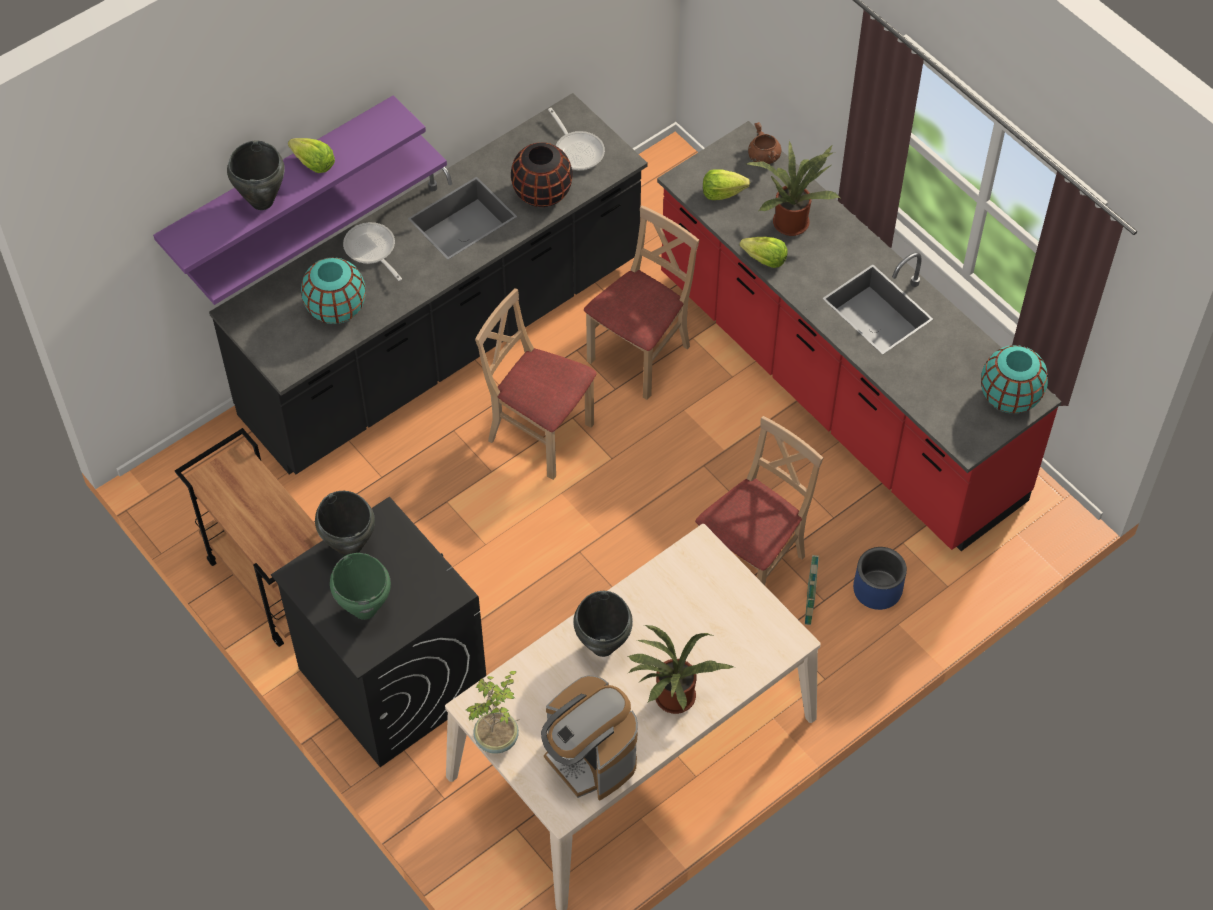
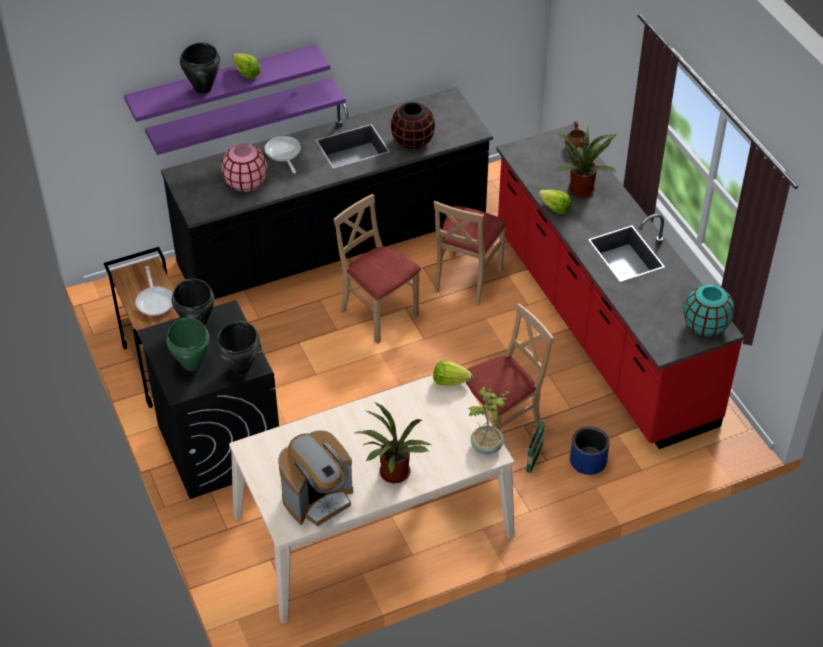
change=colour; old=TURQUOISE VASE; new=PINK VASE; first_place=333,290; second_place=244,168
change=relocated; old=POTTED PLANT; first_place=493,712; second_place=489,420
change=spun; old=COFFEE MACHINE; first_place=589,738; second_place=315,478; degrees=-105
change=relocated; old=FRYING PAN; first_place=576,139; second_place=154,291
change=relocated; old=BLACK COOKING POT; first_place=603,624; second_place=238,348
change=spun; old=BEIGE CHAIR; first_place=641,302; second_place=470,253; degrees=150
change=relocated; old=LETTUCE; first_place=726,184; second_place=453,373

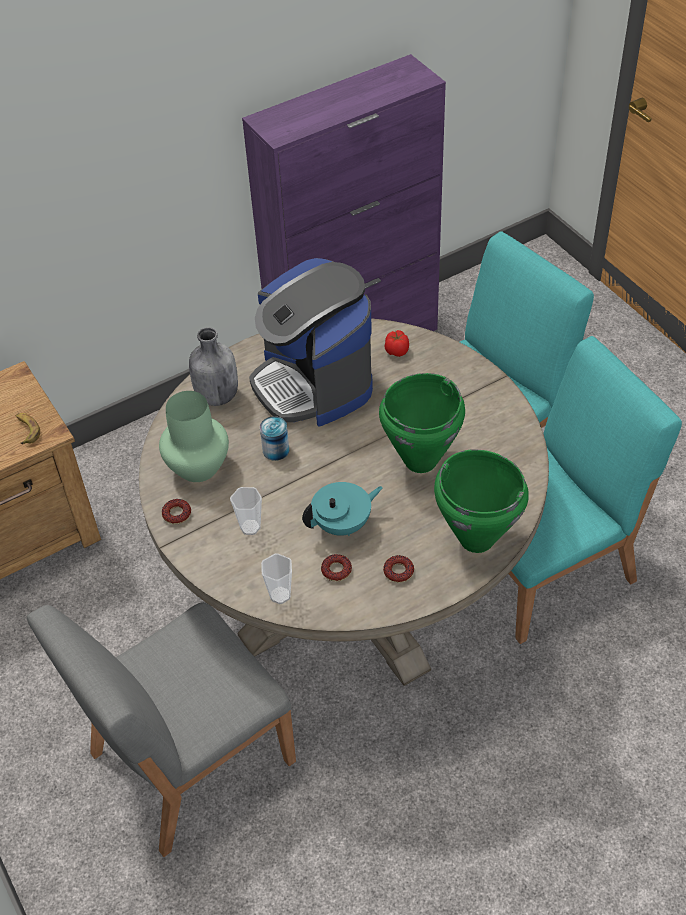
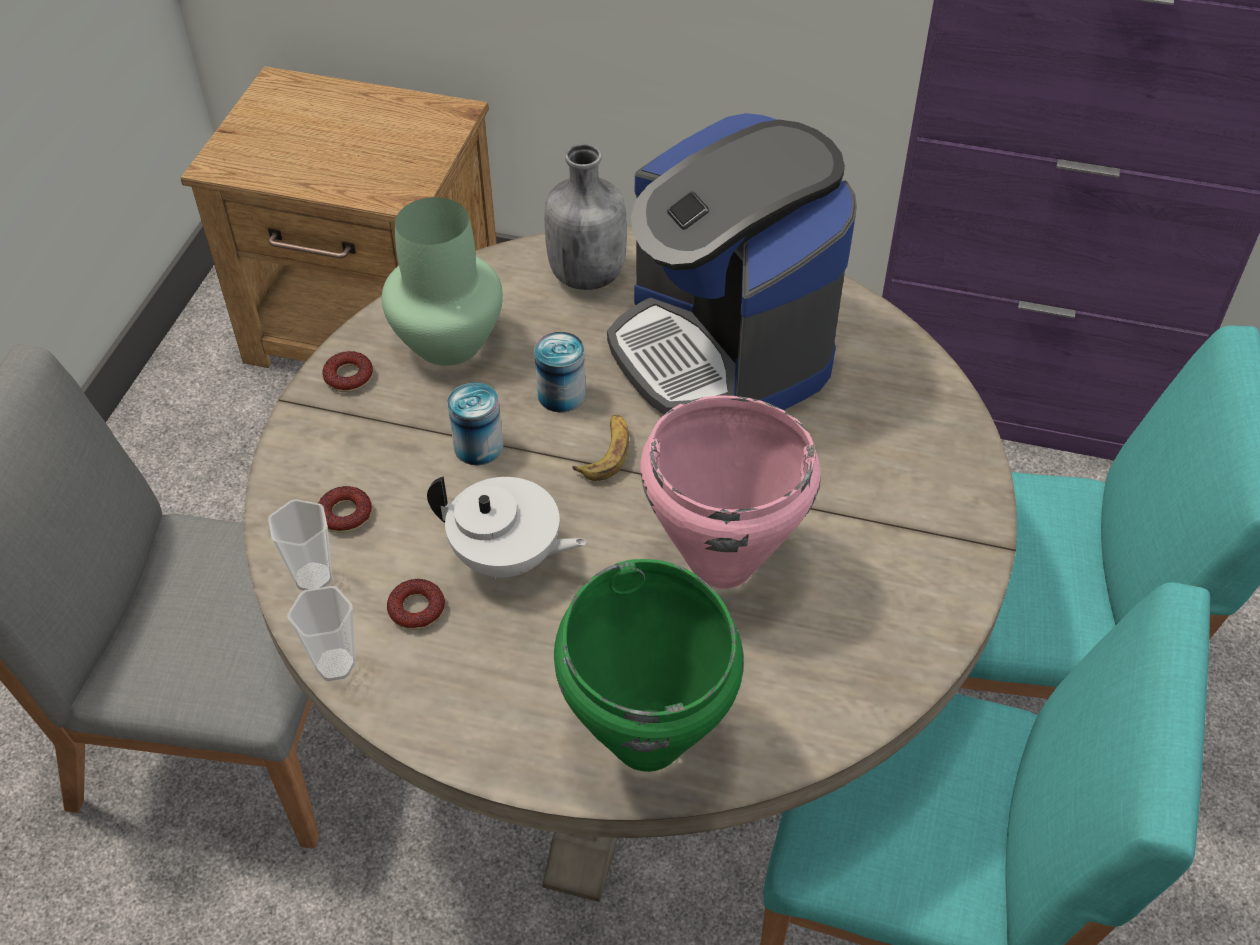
change=relocated; old=BANANA; first_place=28,428; second_place=600,448
change=relocated; old=CUP; first_place=246,511; second_place=321,633
change=spun; old=COFFEE MACHINE; first_place=311,342; second_place=732,264; degrees=-45
change=colour; old=TURQUOISE TEAPOT; new=WHITE TEAPOT; first_place=342,509; second_place=507,528
change=colour; old=GREEN COOKING POT; new=PINK COOKING POT; first_place=422,423; second_place=730,492
change=relocated; old=DONUT; first_place=398,569; second_place=345,509
change=missing; old=TOMATO; first_place=397,343
change=appeared; new=CAN; second_place=475,424

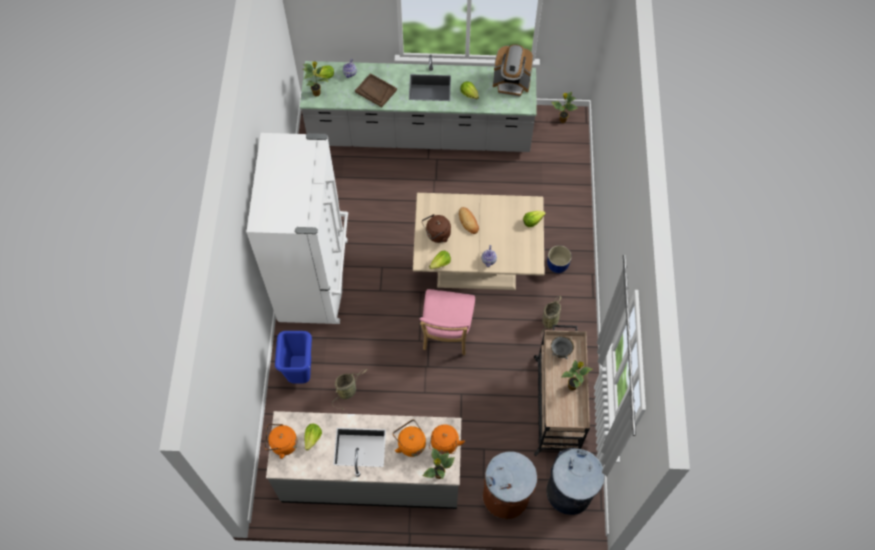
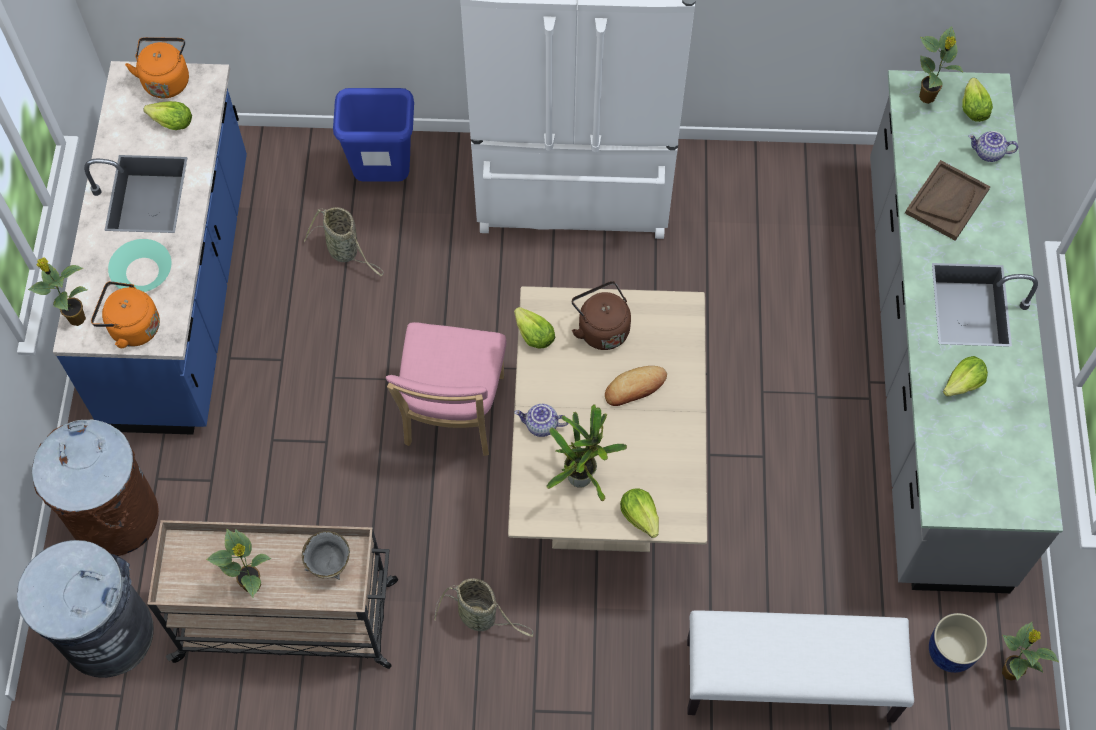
change=colour; old=GREY COUNTER; new=BLUE COUNTER; first_place=363,460; second_place=150,248
change=exchanged; old=ORANGE KETTLE; new=TURQUOISE BOWL; first_place=409,438; second_place=139,265
change=spun; old=PINK CHAIR; first_place=447,322; second_place=446,389; degrees=-90
change=missing; old=COFFEE MACHINE; first_place=513,70
change=relocated; old=BLUE PLANTER; first_place=559,259; second_place=958,643
change=appeared; new=POTTED PLANT; second_place=586,452
change=appeared; new=WHITE BENCH; second_place=800,666

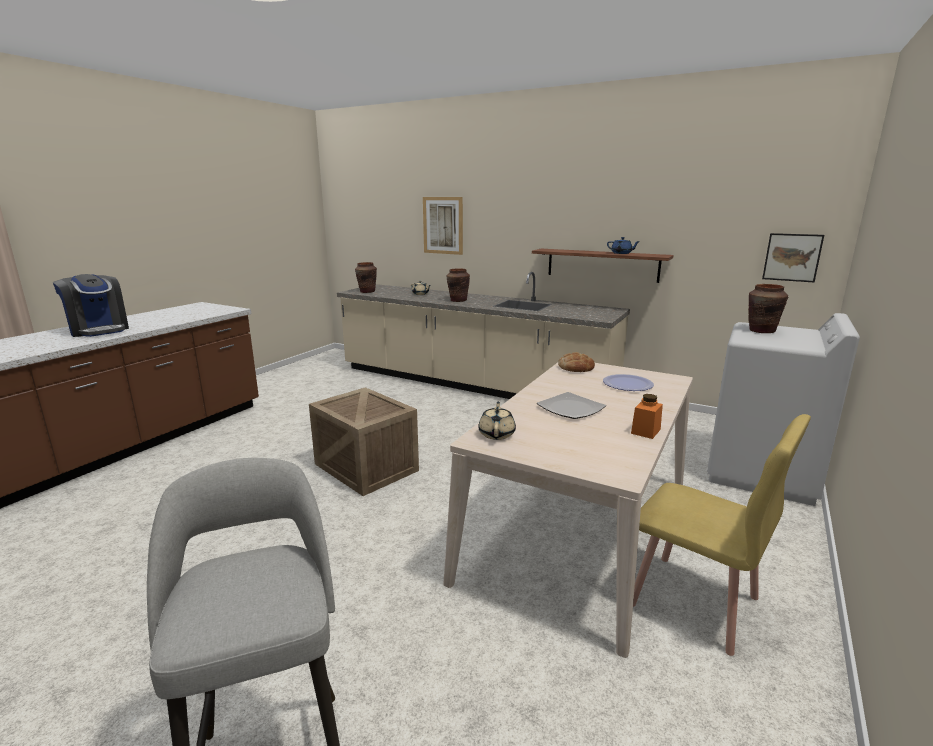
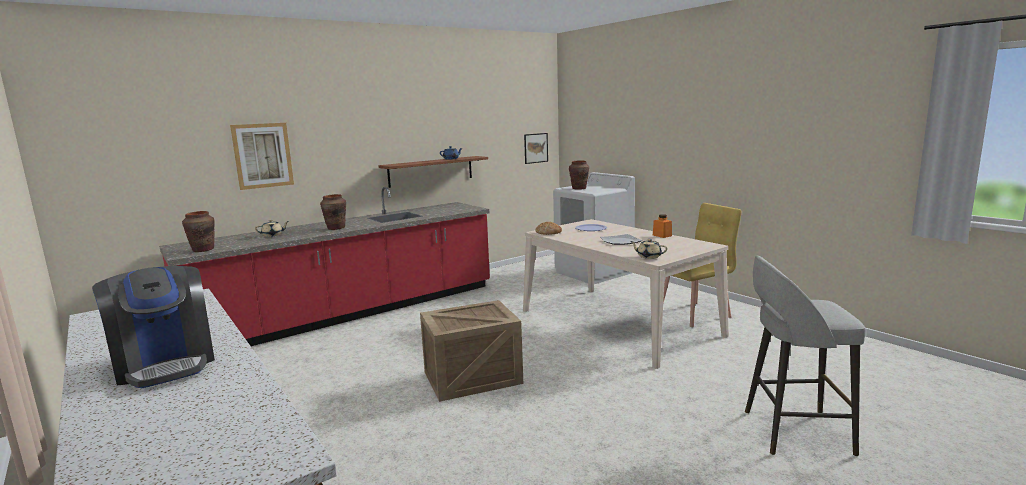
change=spun; old=COFFEE MACHINE; first_place=91,305; second_place=153,327; degrees=75
change=colour; old=BEIGE COUNTER; new=RED COUNTER; first_place=483,335; second_place=324,266

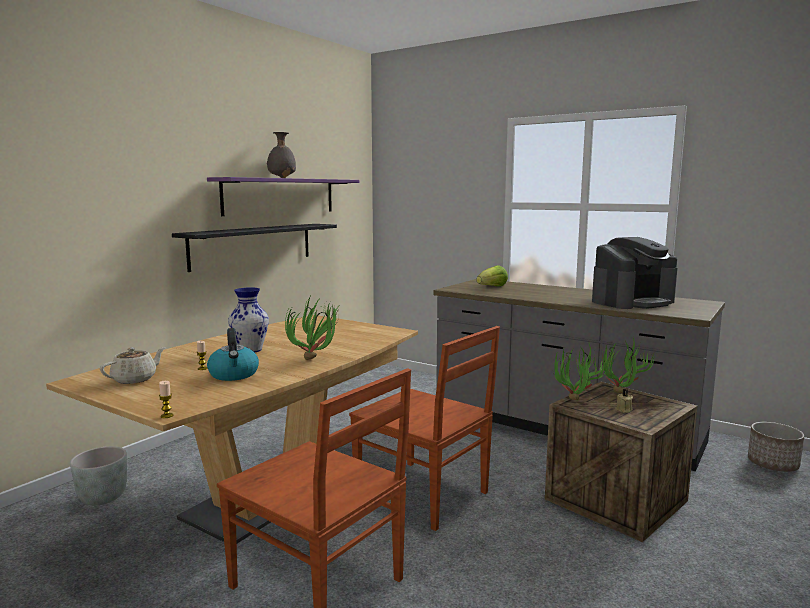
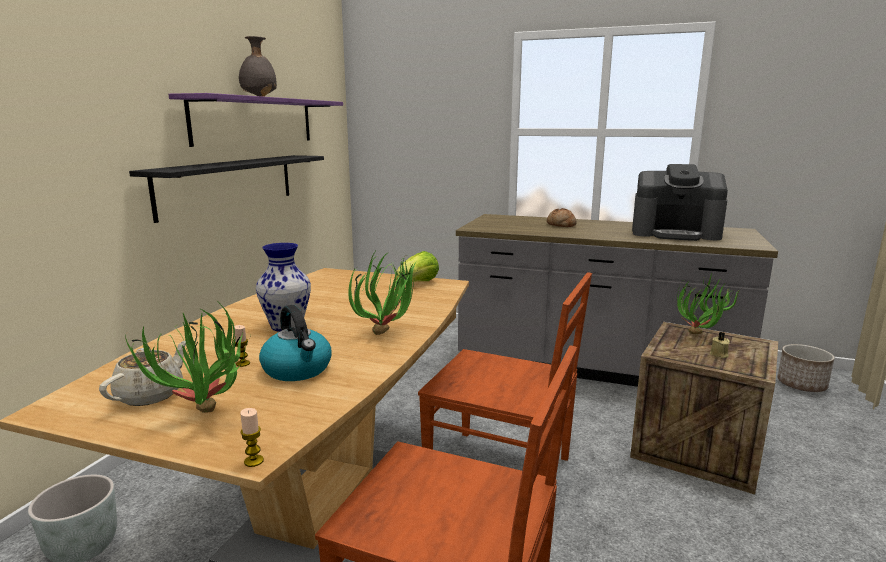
change=relocated; old=LETTUCE; first_place=492,276; second_place=417,266
change=relocated; old=POTTED PLANT; first_place=579,372; second_place=187,358
change=spun; old=COFFEE MACHINE; first_place=635,273; second_place=680,202; degrees=60
change=appeared; new=BREAD; second_place=562,217

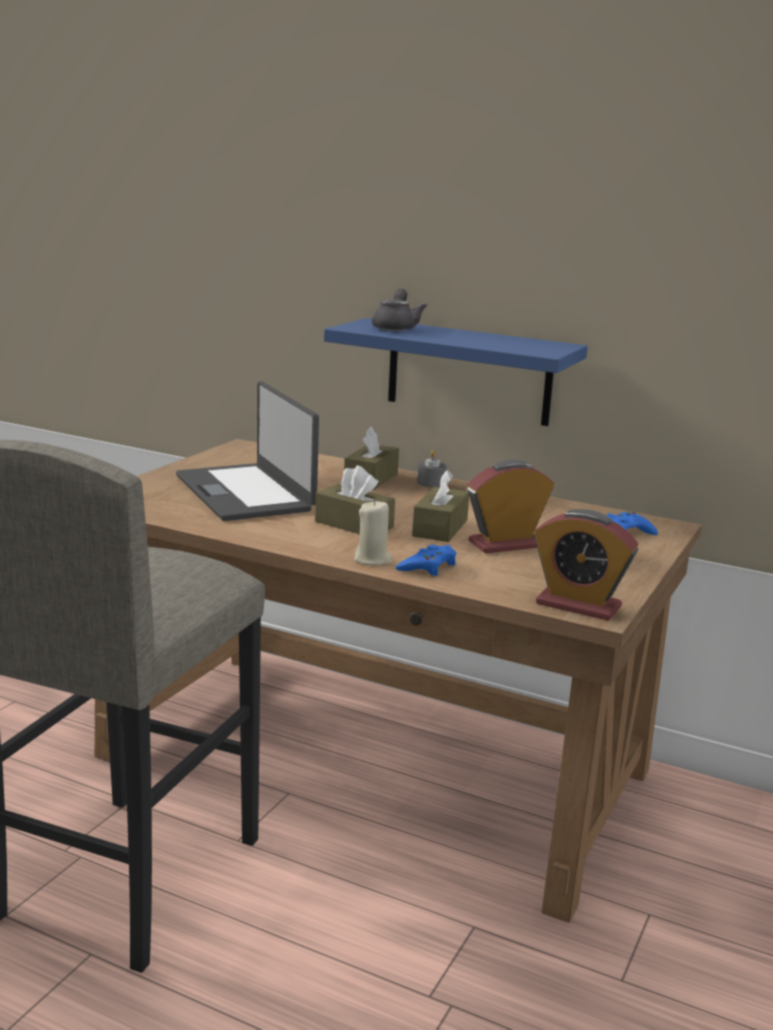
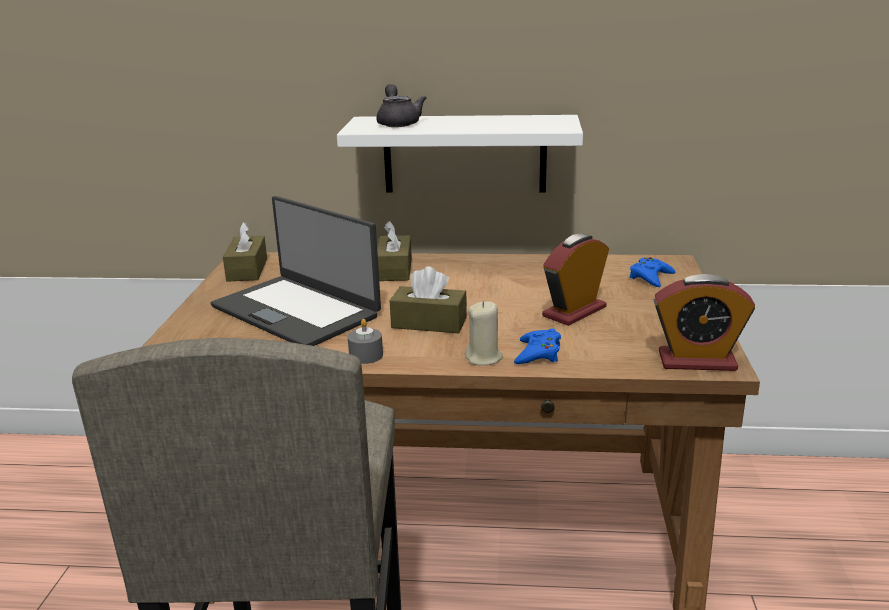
change=colour; old=BLUE SHELF; new=WHITE SHELF; first_place=456,372; second_place=460,154
change=relocated; old=BROWN TISSUE BOX; first_place=440,506; second_place=245,252
change=relocated; old=GREY CANDLE; first_place=432,468; second_place=365,341

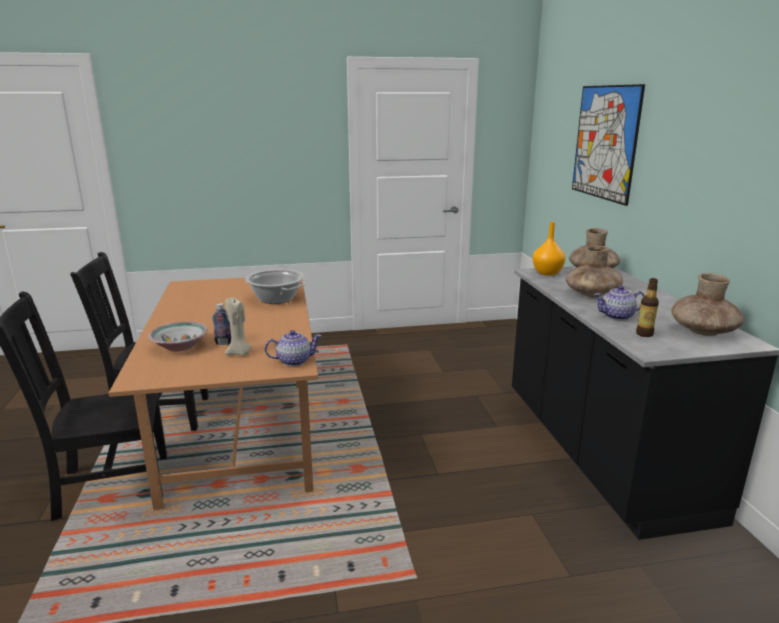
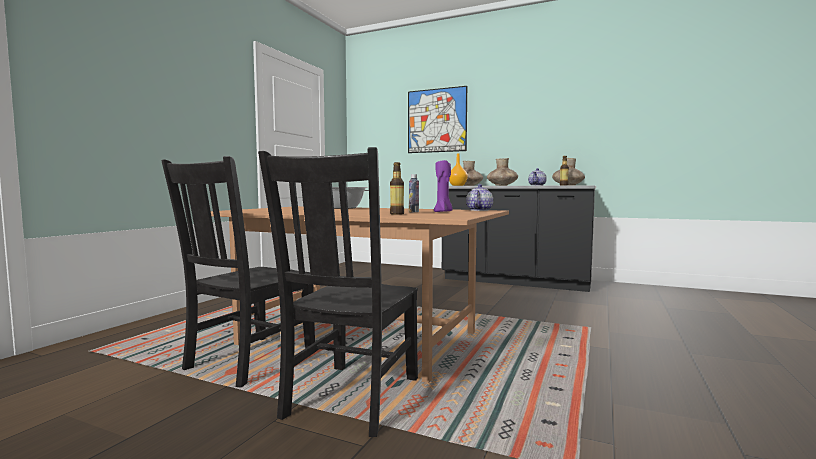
change=exchanged; old=BOWL; new=BOTTLE; first_place=178,336; second_place=397,188
change=colour; old=BEIGE CANDLE; new=PURPLE CANDLE; first_place=238,326; second_place=443,186

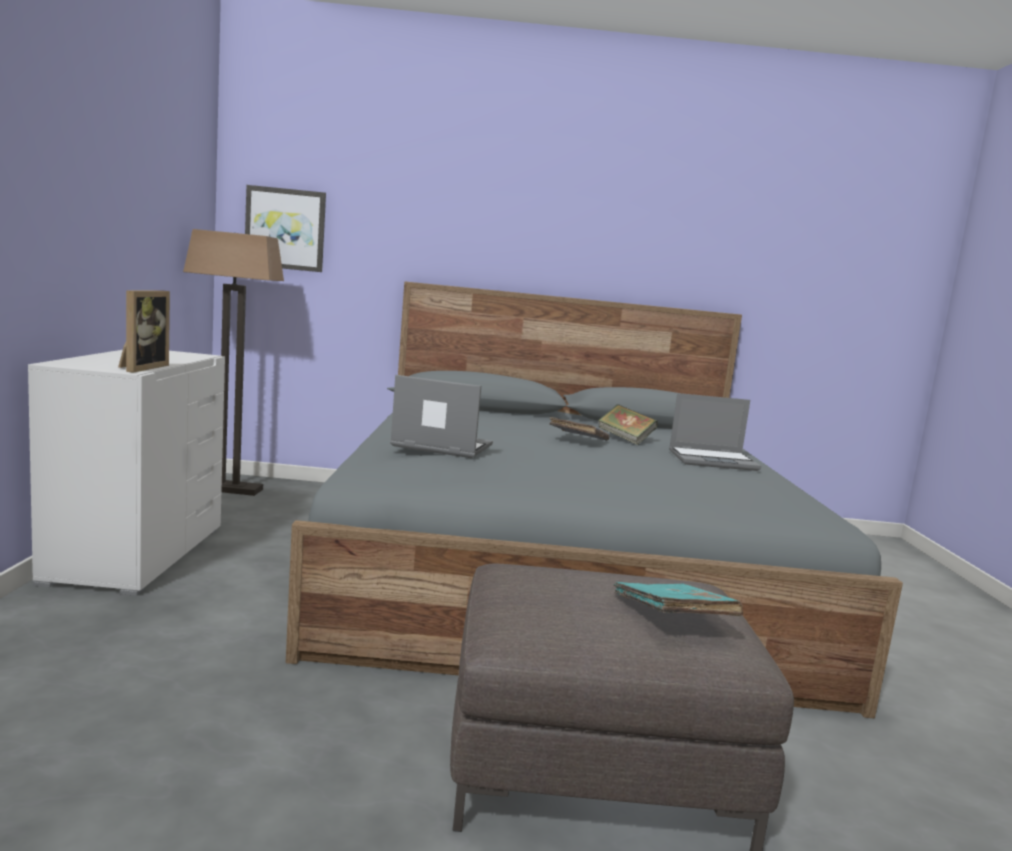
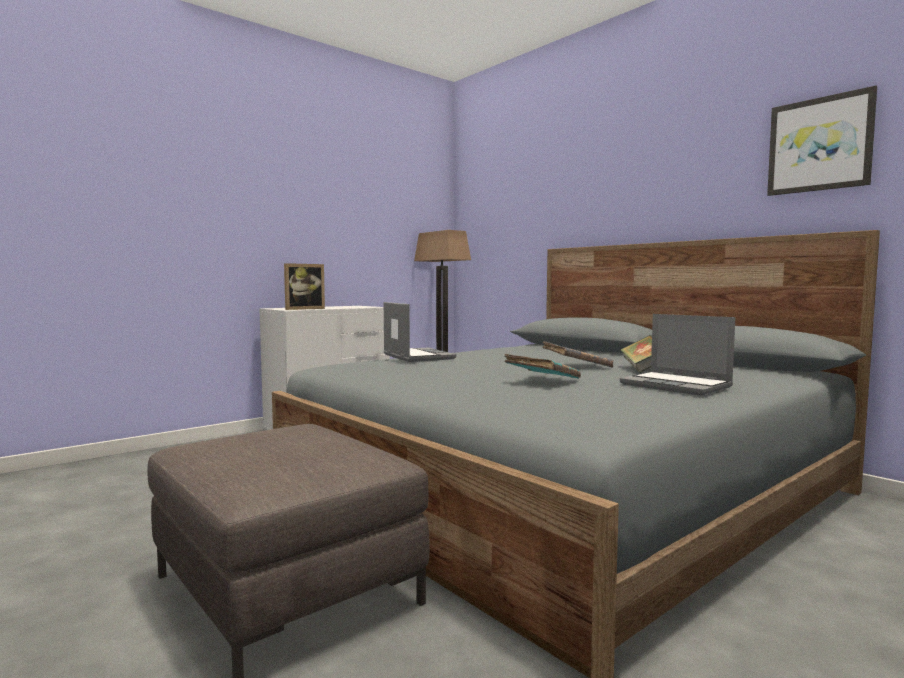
change=relocated; old=PICTURE; first_place=285,228; second_place=822,141
change=relocated; old=TURQUOISE BOOK; first_place=678,599; second_place=542,366

